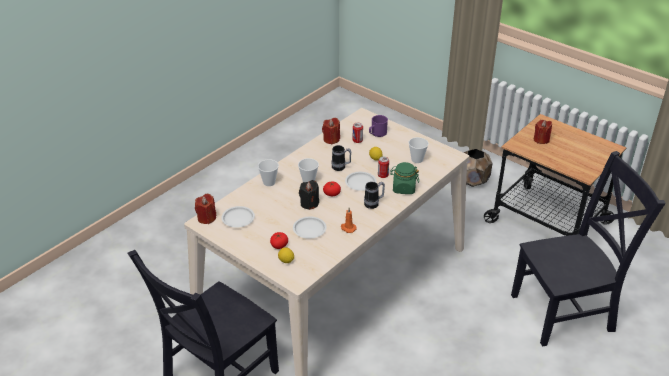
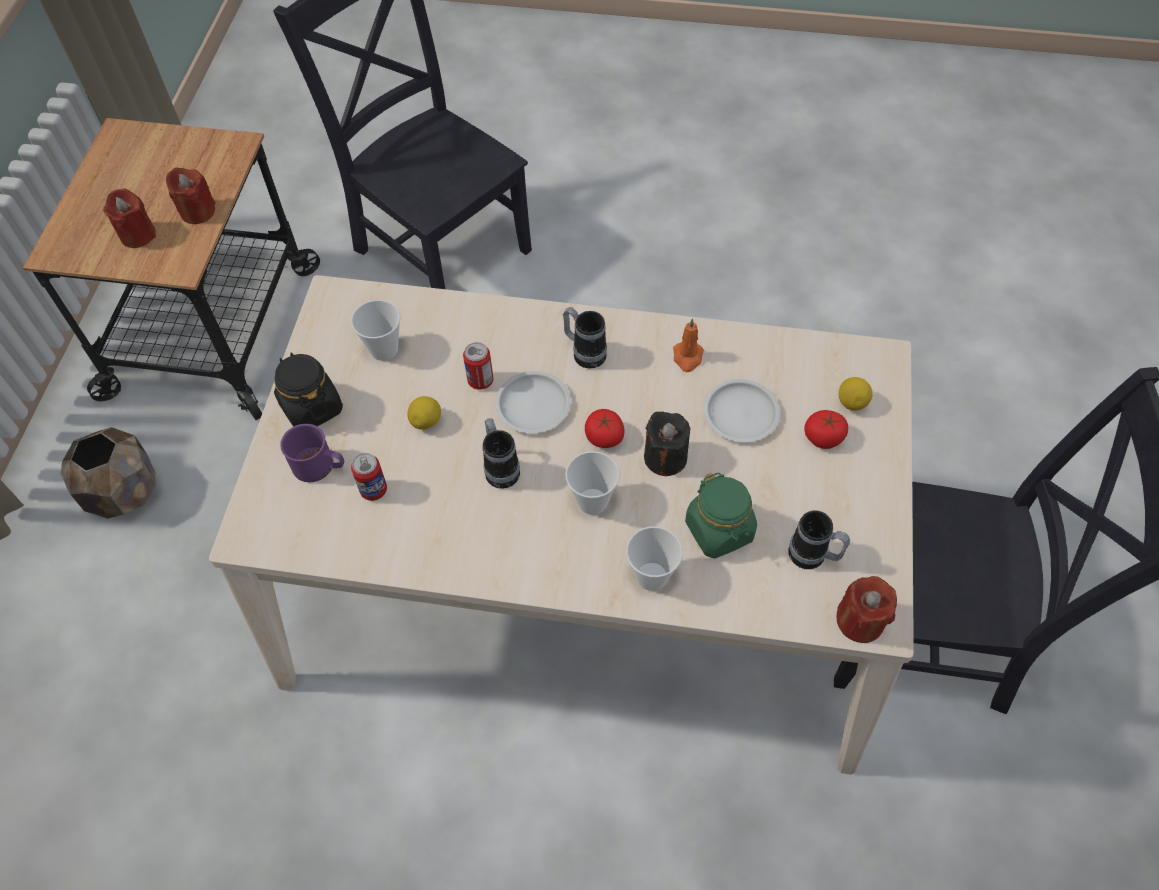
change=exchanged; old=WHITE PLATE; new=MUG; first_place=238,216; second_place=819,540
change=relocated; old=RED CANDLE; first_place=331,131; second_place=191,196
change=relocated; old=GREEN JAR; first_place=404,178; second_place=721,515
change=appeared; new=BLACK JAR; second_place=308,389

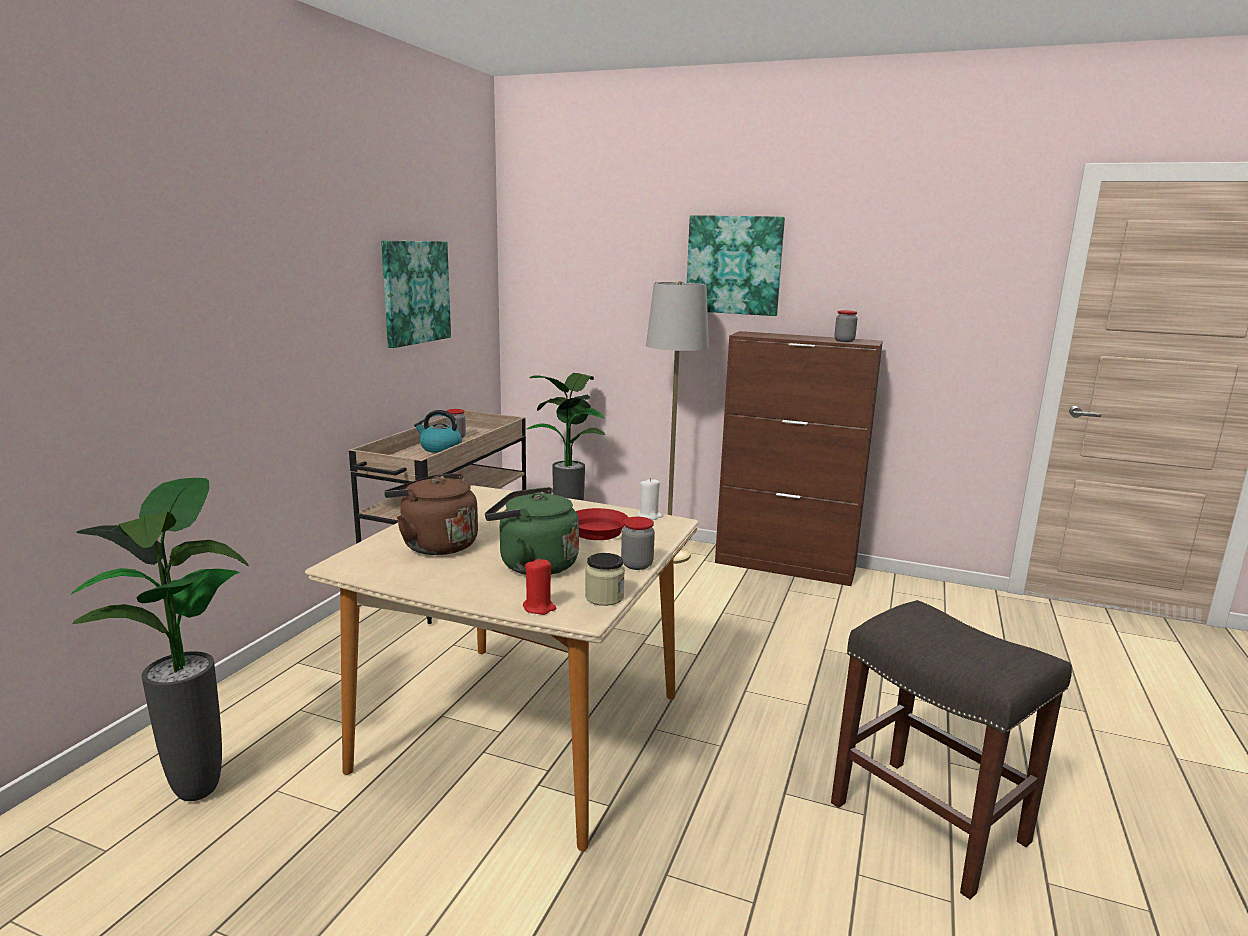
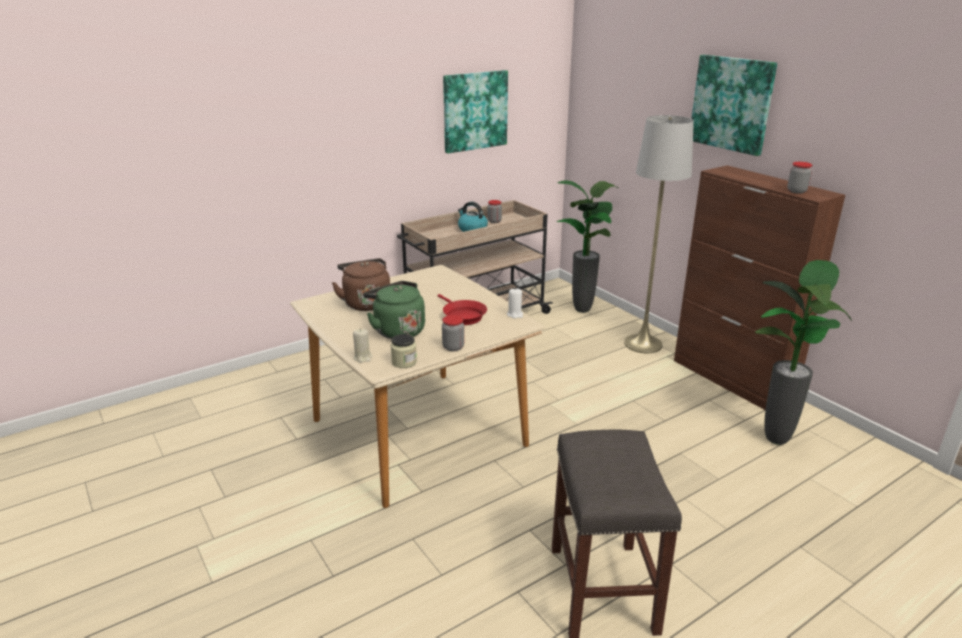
change=relocated; old=POTTED PLANT; first_place=160,639; second_place=804,352
change=colour; old=RED CANDLE; new=BEIGE CANDLE; first_place=539,586; second_place=363,345

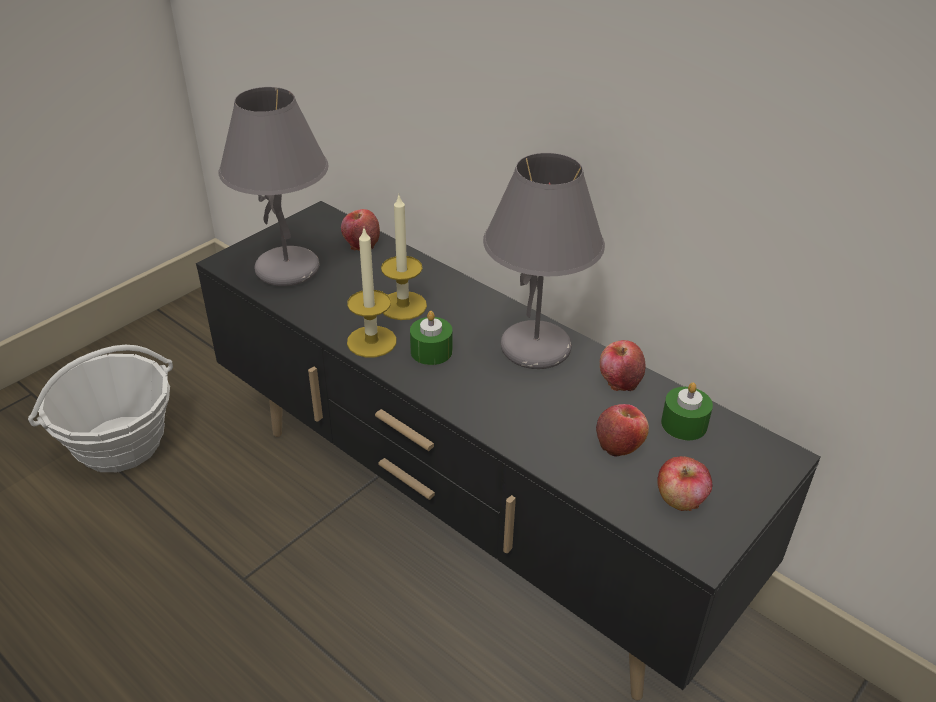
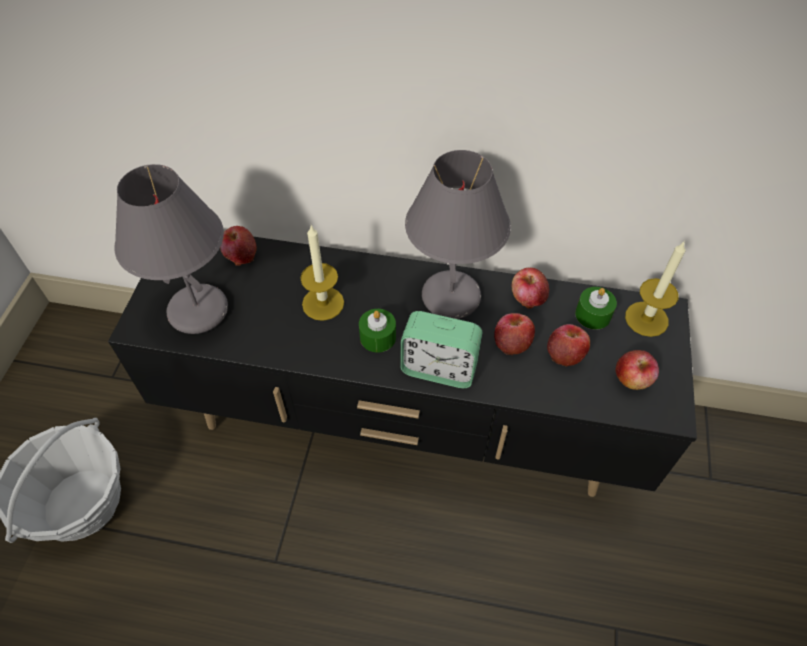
change=relocated; old=CANDLE; first_place=371,293; second_place=655,289
change=appeared; new=ALARM CLOCK; second_place=441,349
change=appeared; new=APPLE; second_place=514,334

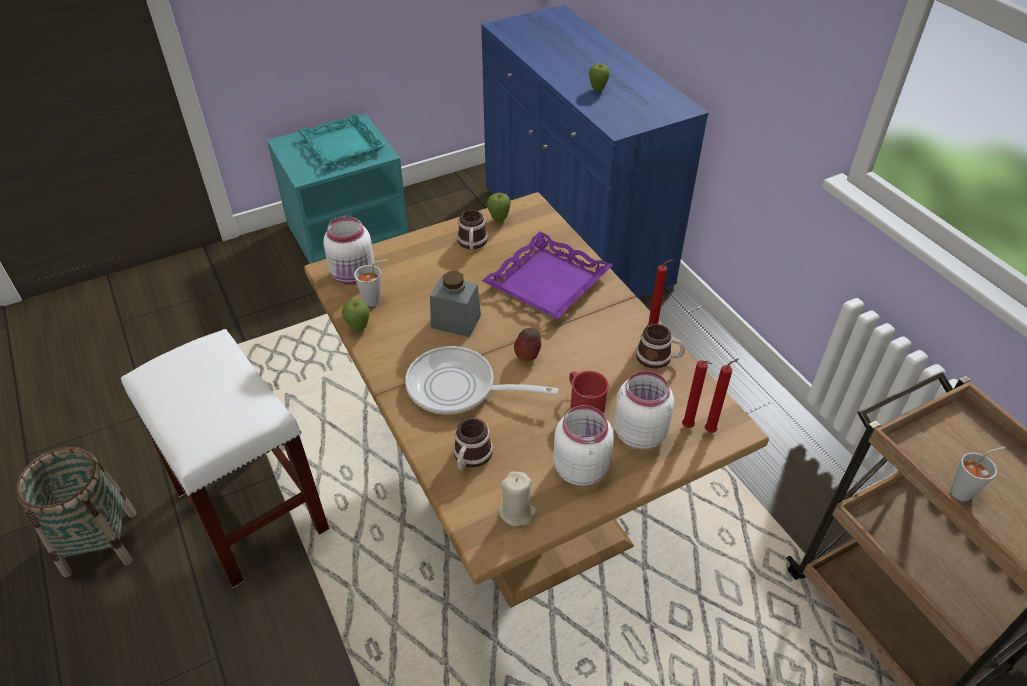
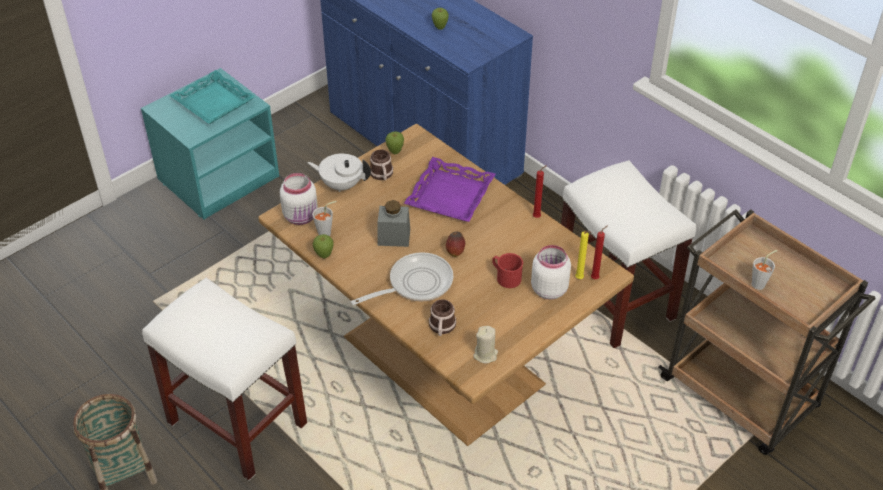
change=spun; old=FRYING PAN; first_place=481,380; second_place=402,278; degrees=150
change=missing; old=WHITE JAR; first_place=583,445
change=missing; old=MUG; first_place=660,346
change=colour; old=RED CANDLE; new=YELLOW CANDLE; first_place=697,394; second_place=583,255
change=appeared; new=WHITE TEAPOT; second_place=339,172
change=appeared; new=WHITE STOOL; second_place=628,254

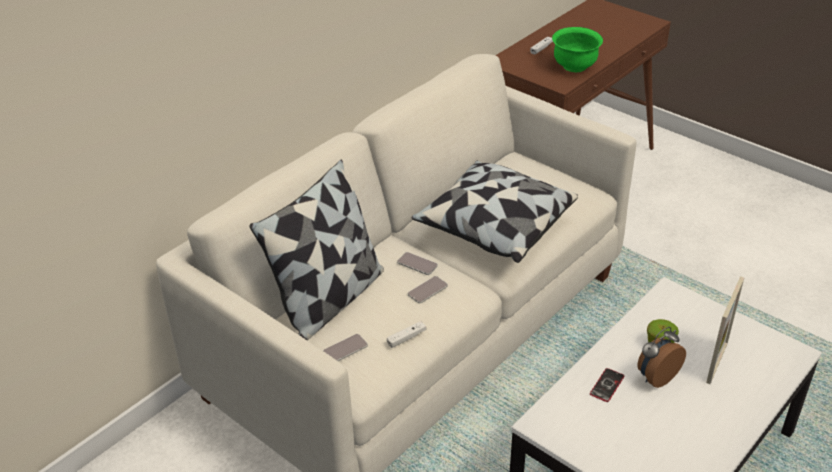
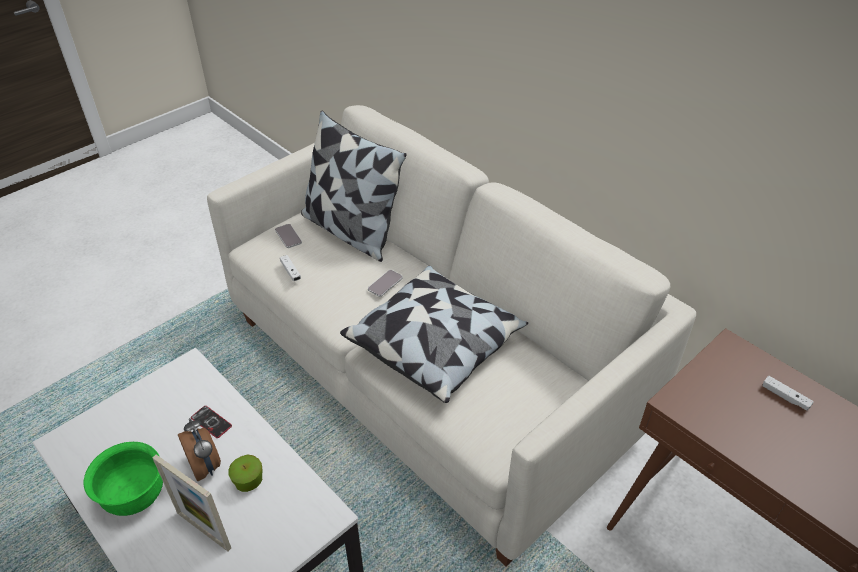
change=missing; old=PHONE; first_place=428,289
change=relocated; old=GREEN BOWL; first_place=577,49; second_place=123,479

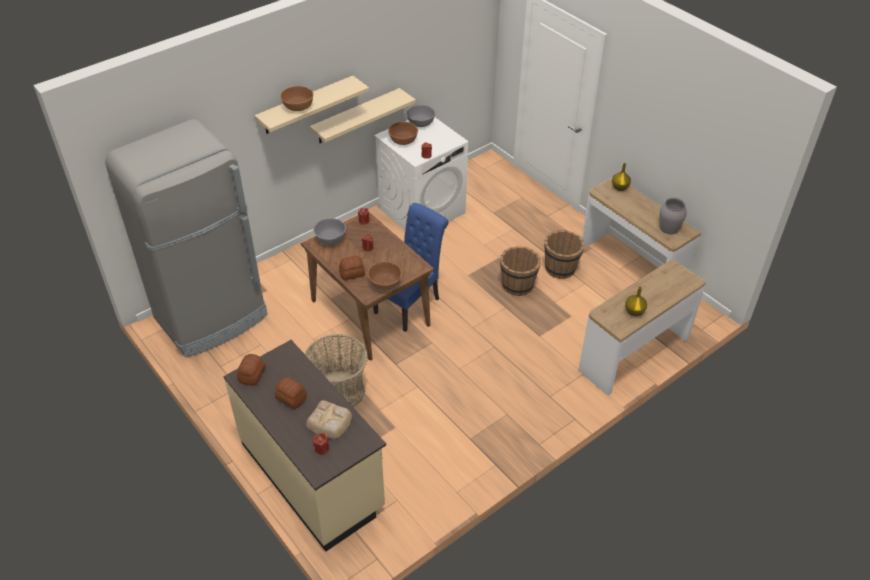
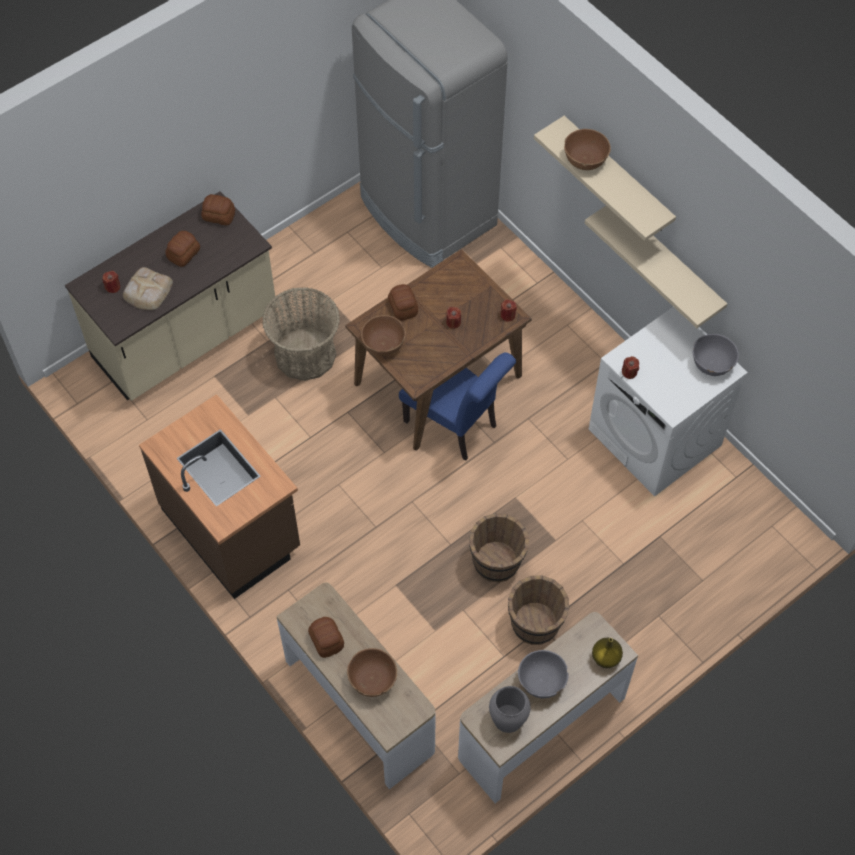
change=relocated; old=GREY BOWL; first_place=329,231; second_place=543,674
change=relocated; old=BROWN BOWL; first_place=403,133; second_place=372,672
change=exchanged; old=YELLOW VASE; new=BREAD; first_place=636,301; second_place=326,637
change=appeared; new=BROWN COUNTER; second_place=219,496

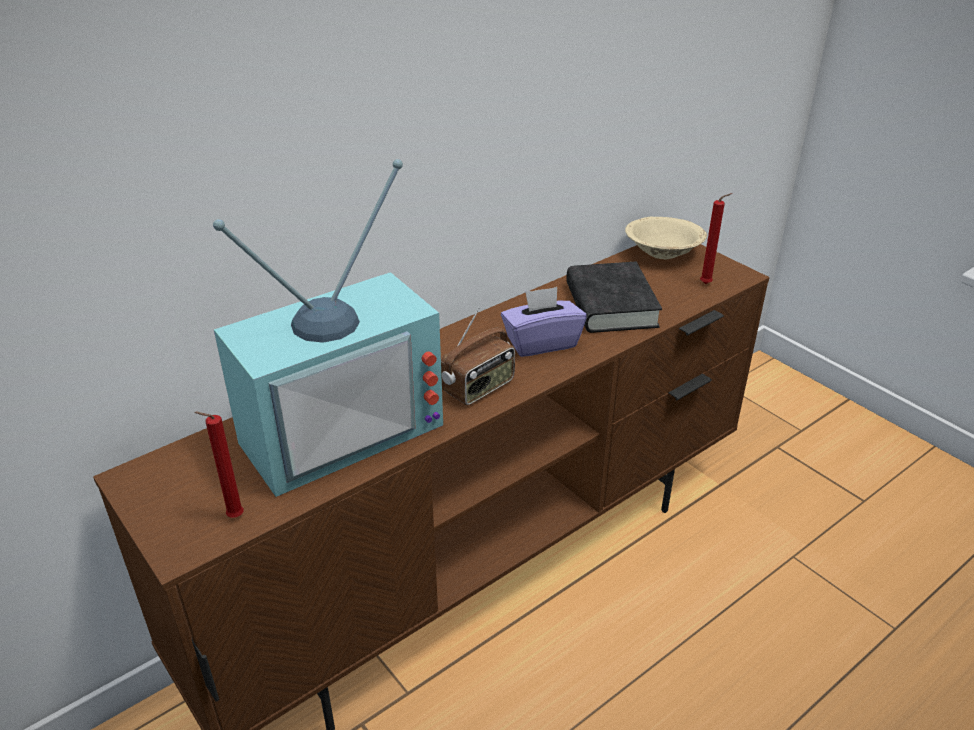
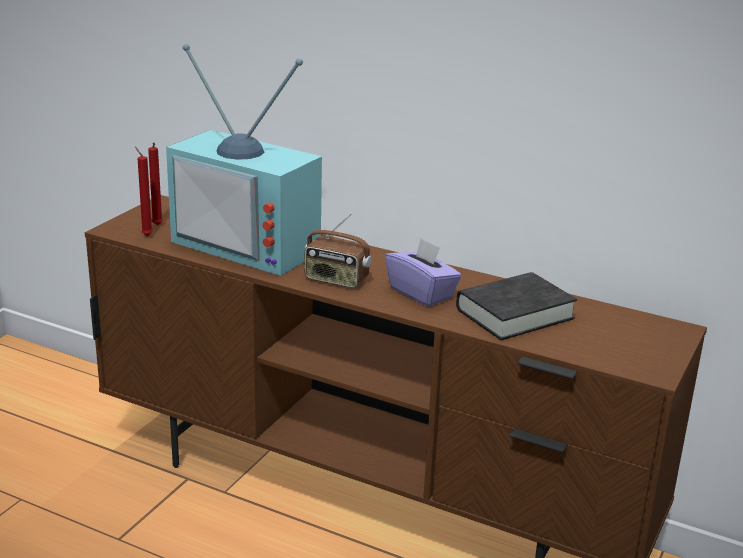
change=missing; old=BEIGE BOWL; first_place=666,238
change=relocated; old=RED CANDLE; first_place=716,238; second_place=155,183

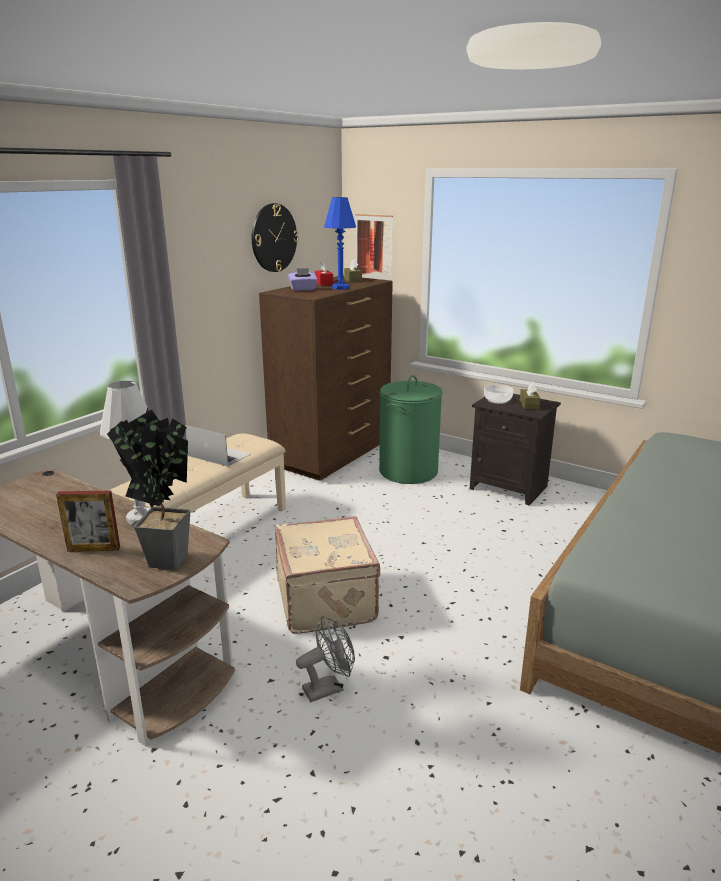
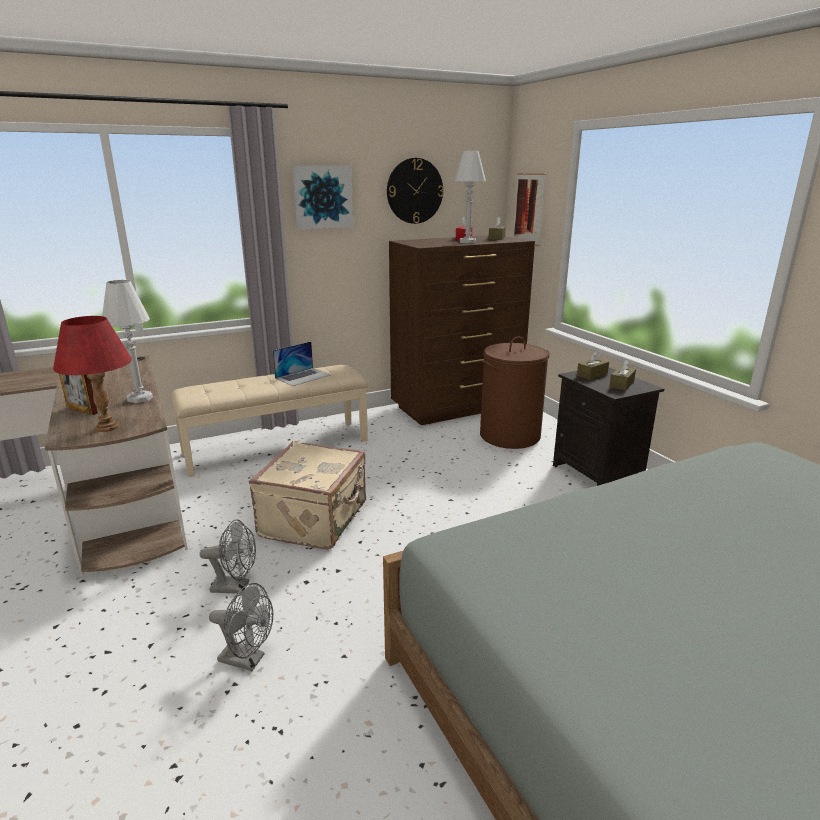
change=exchanged; old=POTTED PLANT; new=RED TABLE LAMP; first_place=149,488; second_place=92,374
change=spun; old=LAPTOP; first_place=218,446; second_place=302,363; degrees=75
change=missing; old=PURPLE TISSUE BOX; first_place=303,279
change=colour; old=BLUE TABLE LAMP; new=WHITE TABLE LAMP; first_place=340,243; second_place=470,197
change=colour; old=GREEN LAUNDRY BASKET; new=BROWN LAUNDRY BASKET; first_place=411,429; second_place=515,393
change=exchanged; old=BOWL; new=BROWN TISSUE BOX; first_place=499,394; second_place=593,365
change=appeared; new=GREY FAN; second_place=241,627
change=appeared; new=PICTURE; second_place=322,197

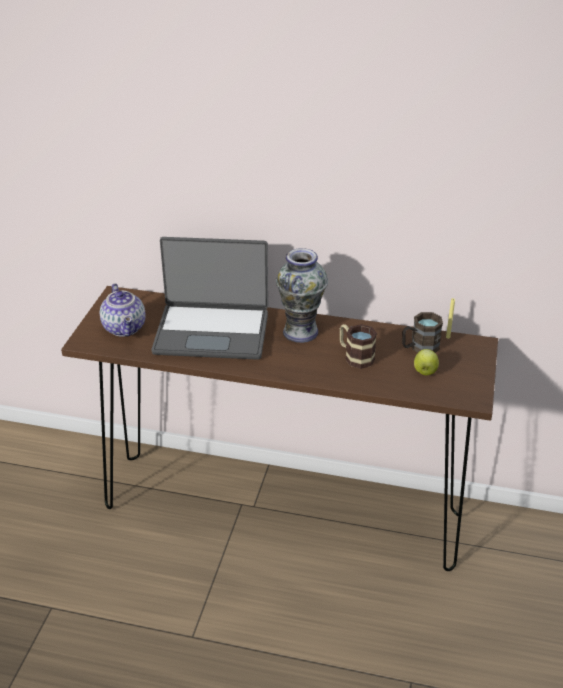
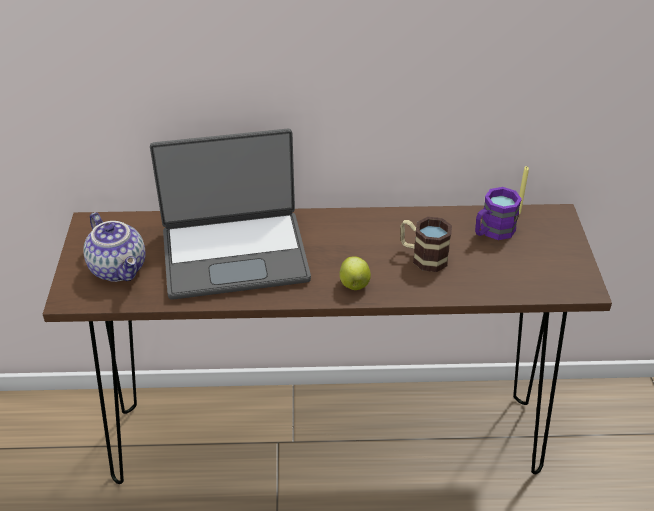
change=missing; old=VASE; first_place=302,295
change=colour; old=BROWN MUG; new=PURPLE MUG; first_place=422,332; second_place=498,213
change=relocated; old=APPLE; first_place=426,362; second_place=355,273

